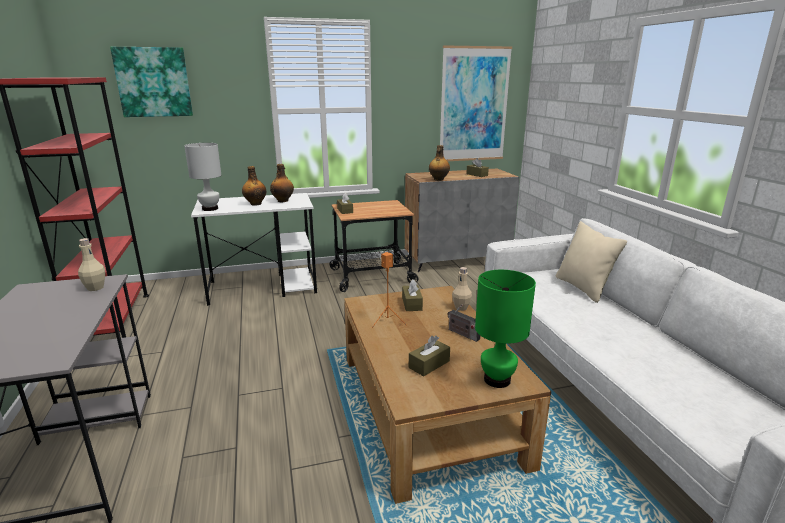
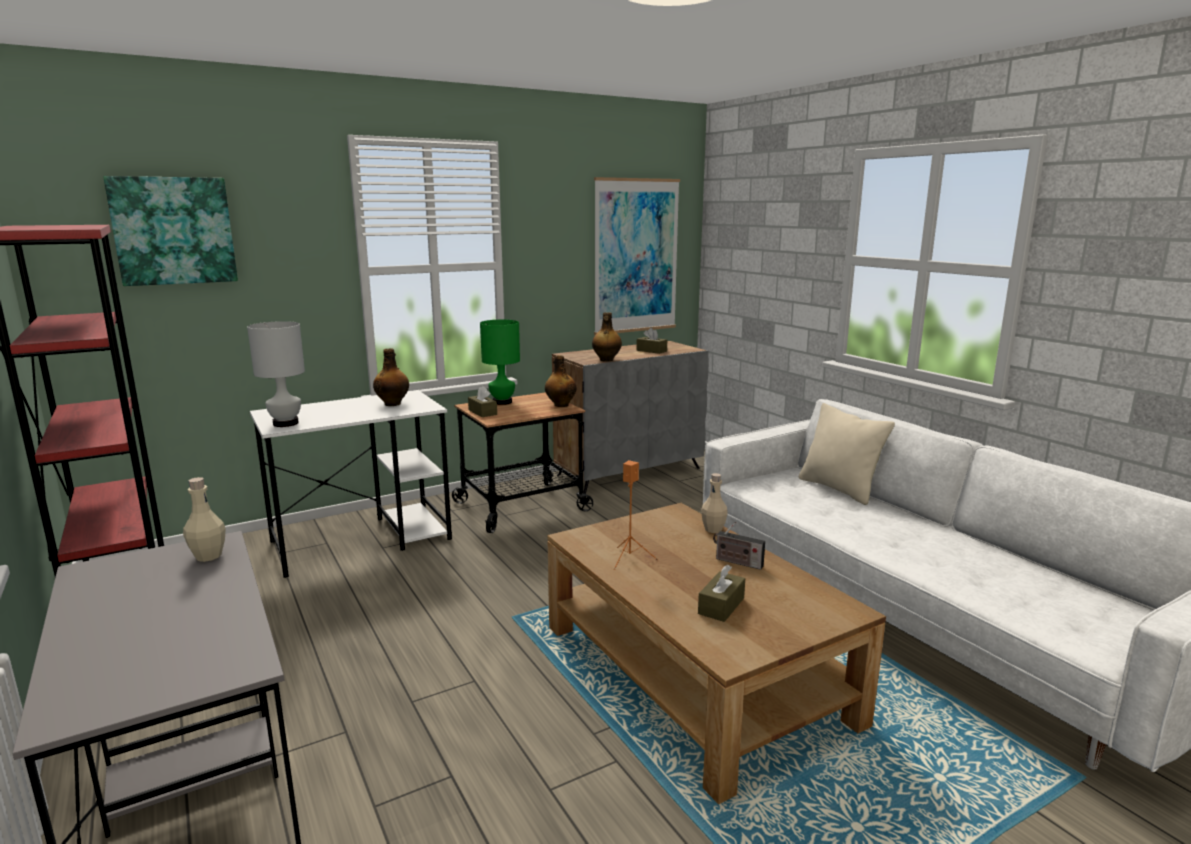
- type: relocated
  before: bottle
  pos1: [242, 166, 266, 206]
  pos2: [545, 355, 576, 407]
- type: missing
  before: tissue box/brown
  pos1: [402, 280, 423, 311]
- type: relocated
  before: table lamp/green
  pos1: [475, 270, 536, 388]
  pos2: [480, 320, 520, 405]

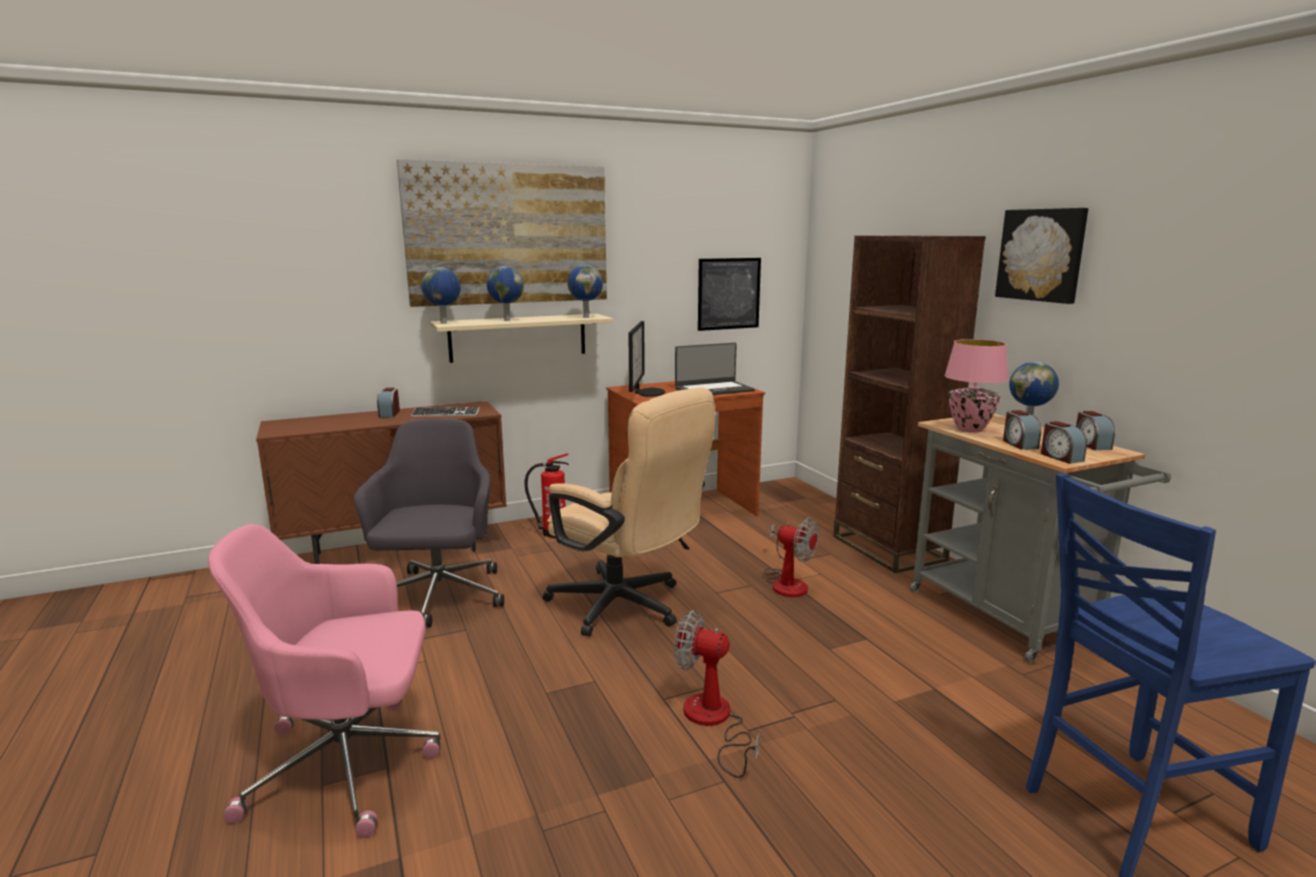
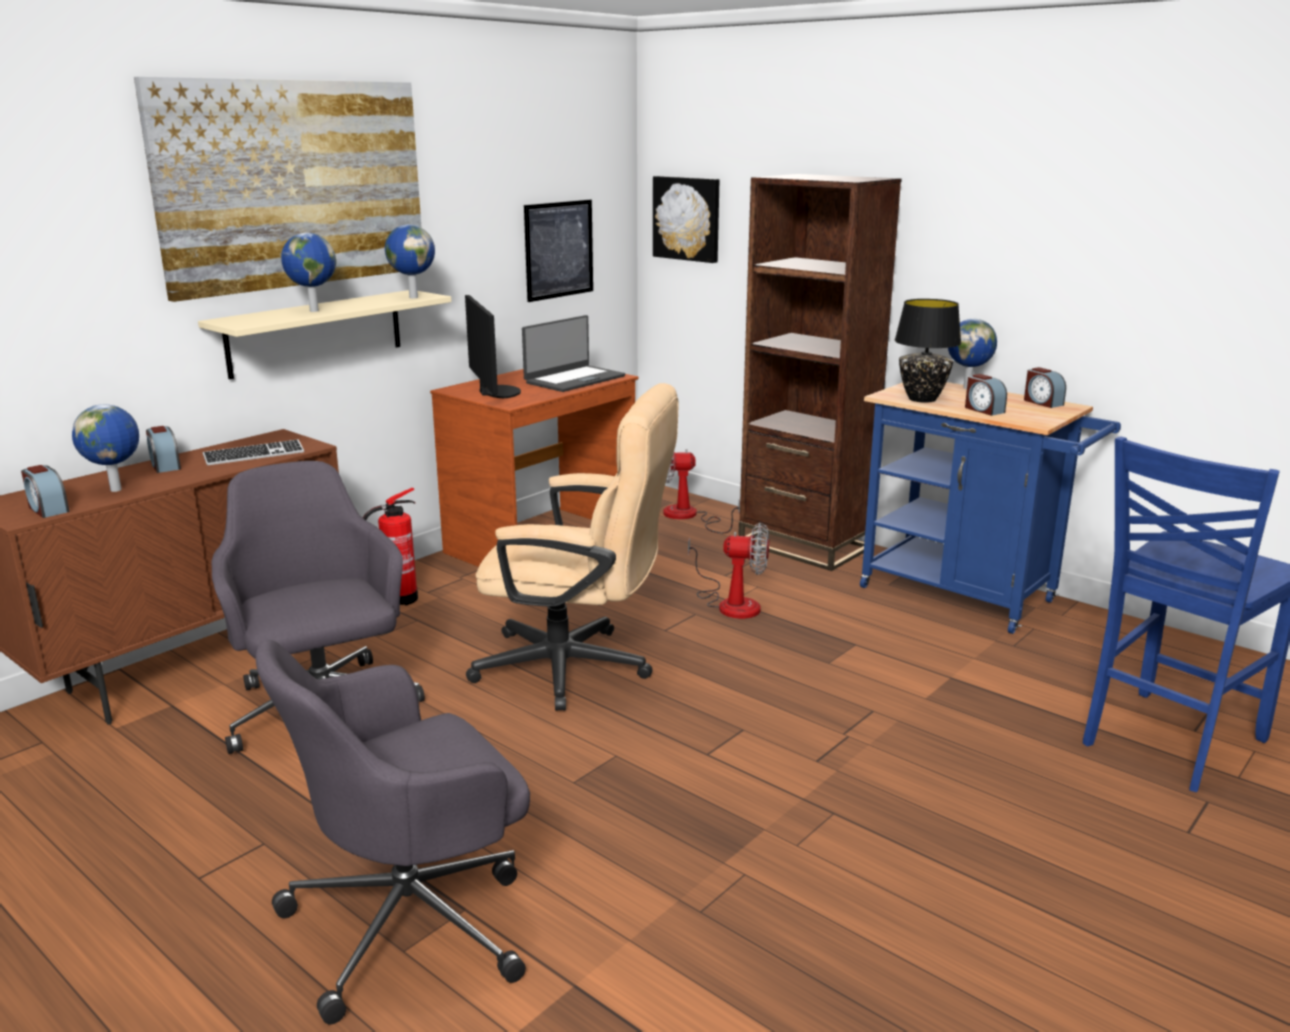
- type: colour
  before: office chair/pink
  after: office chair/grey
  pos1: [208, 524, 441, 838]
  pos2: [256, 640, 530, 1024]
- type: relocated
  before: globe
  pos1: [422, 267, 461, 324]
  pos2: [72, 404, 139, 492]
- type: relocated
  before: fan
  pos1: [674, 610, 759, 778]
  pos2: [663, 449, 740, 533]
- type: colour
  before: cart/grey
  after: cart/blue
  pos1: [910, 414, 1171, 663]
  pos2: [860, 382, 1121, 634]
- type: colour
  before: table lamp/pink
  after: table lamp/black
  pos1: [944, 339, 1009, 433]
  pos2: [894, 299, 962, 403]
- type: relocated
  before: picture
  pos1: [995, 208, 1088, 304]
  pos2: [653, 176, 719, 263]
- type: relocated
  before: alarm clock
  pos1: [1041, 421, 1087, 464]
  pos2: [21, 465, 70, 518]

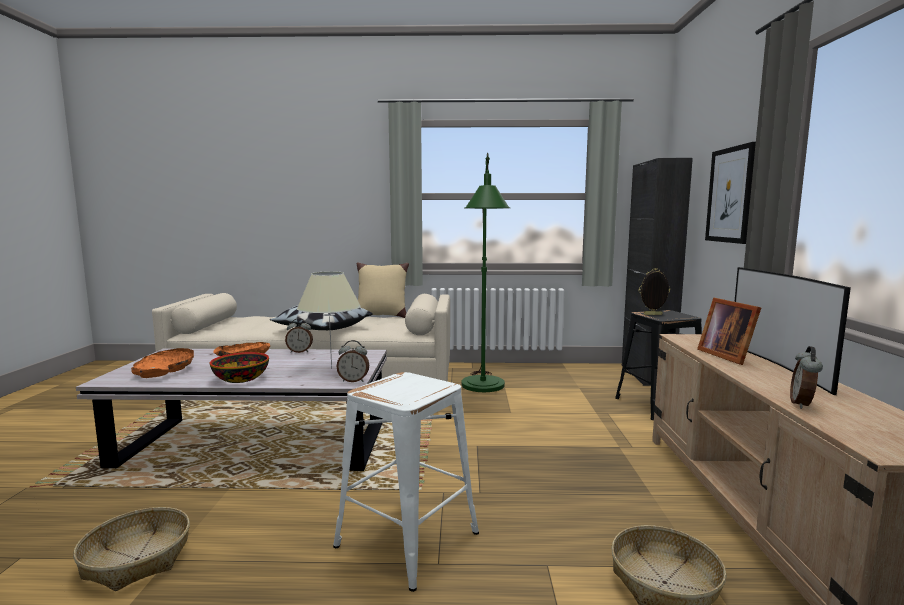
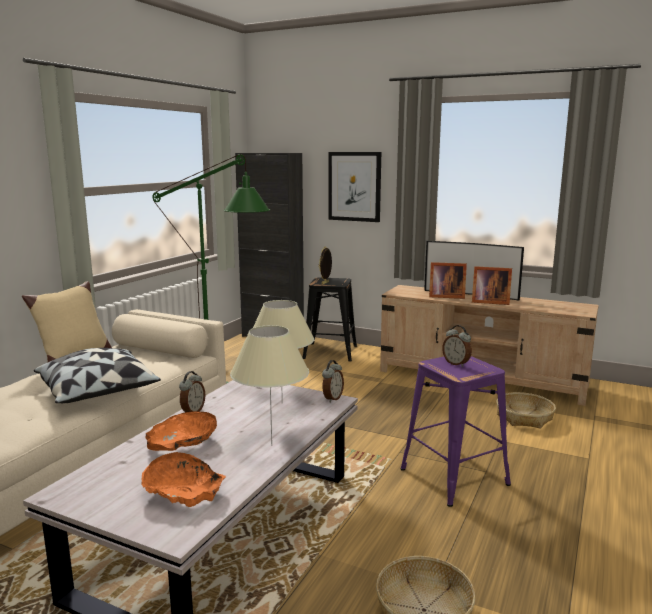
- type: exchanged
  before: bowl
  after: table lamp/beige
  pos1: [210, 352, 269, 383]
  pos2: [230, 325, 309, 446]
- type: colour
  before: stool/white
  after: stool/purple
  pos1: [333, 372, 479, 592]
  pos2: [400, 356, 511, 507]
- type: relocated
  before: alarm clock
  pos1: [790, 346, 823, 409]
  pos2: [442, 325, 472, 367]
- type: appeared
  after: picture frame
  pos2: [472, 266, 512, 305]

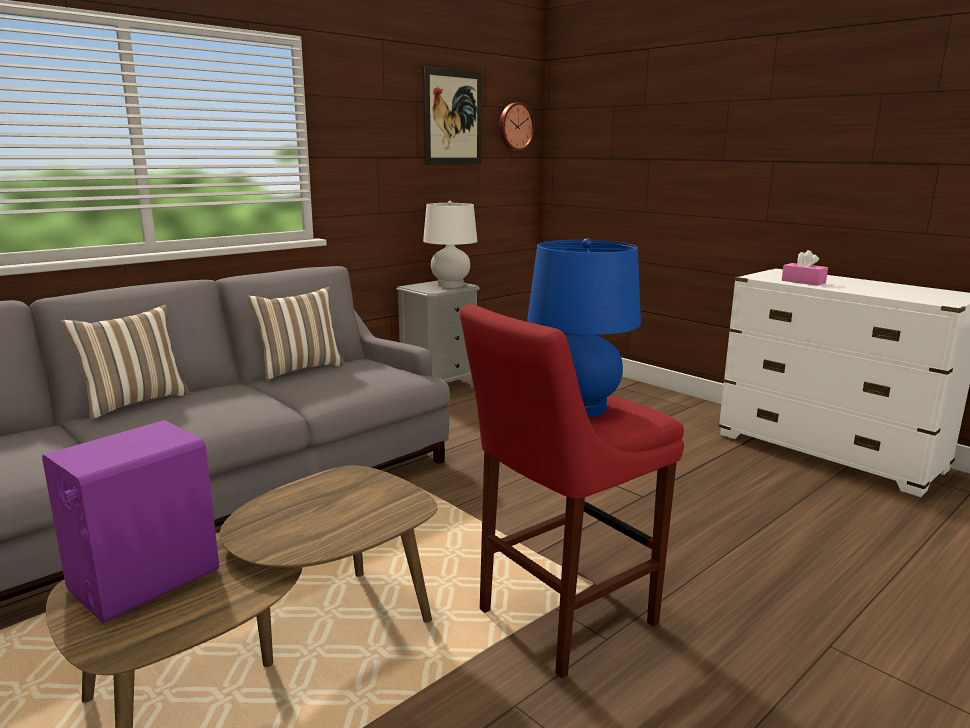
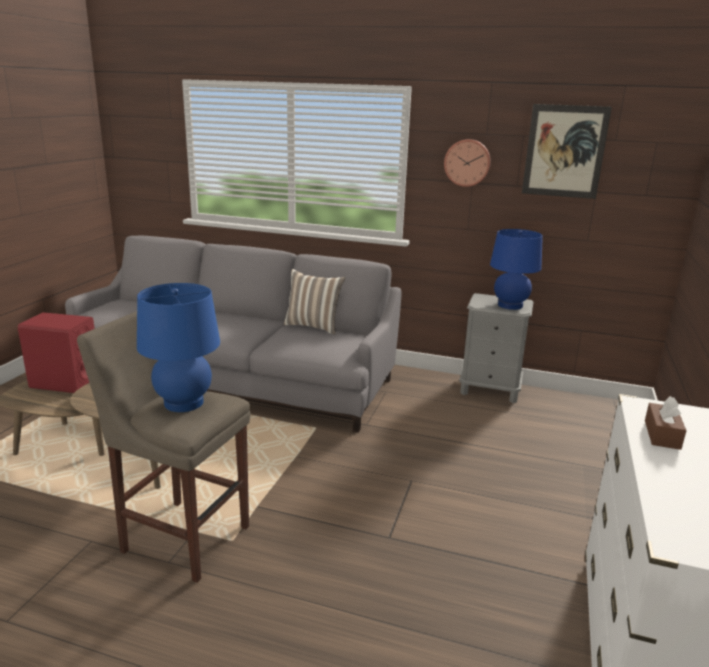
- type: colour
  before: speaker/purple
  after: speaker/red
  pos1: [42, 420, 219, 623]
  pos2: [18, 312, 95, 393]
- type: missing
  before: pillow
  pos1: [61, 305, 190, 419]
- type: colour
  before: table lamp/white
  after: table lamp/blue
  pos1: [423, 201, 477, 288]
  pos2: [490, 229, 543, 310]
- type: colour
  before: stool/red
  after: stool/beige
  pos1: [460, 304, 684, 678]
  pos2: [77, 311, 250, 583]
- type: relocated
  before: wall clock
  pos1: [499, 102, 535, 151]
  pos2: [444, 139, 491, 187]
- type: colour
  before: tissue box/pink
  after: tissue box/brown
  pos1: [782, 250, 828, 286]
  pos2: [645, 396, 687, 450]

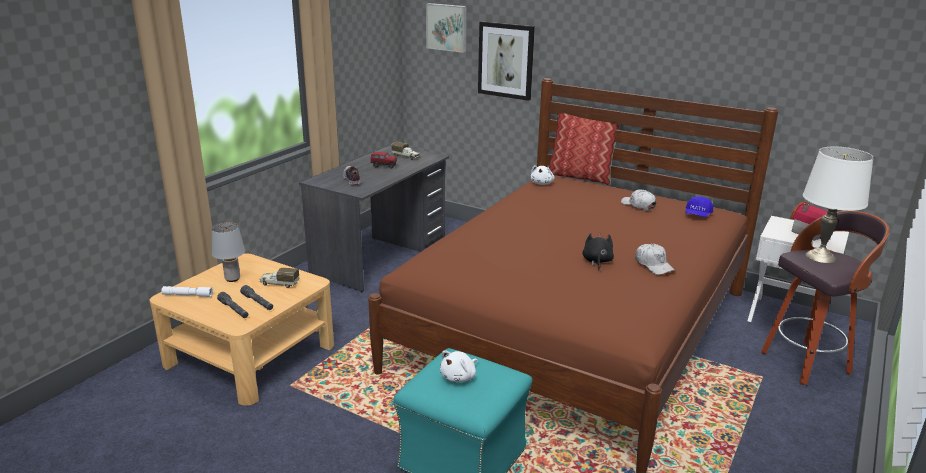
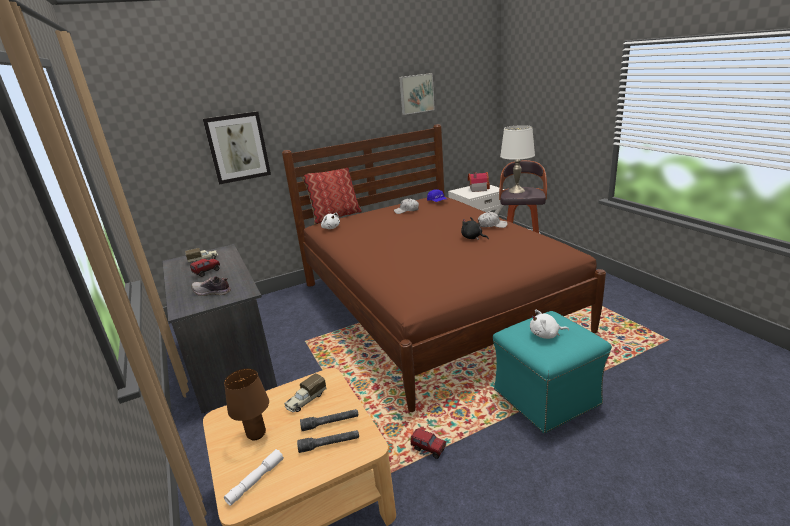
- type: colour
  before: table lamp/grey
  after: table lamp/brown
  pos1: [212, 222, 245, 282]
  pos2: [224, 369, 269, 440]
- type: relocated
  before: picture
  pos1: [426, 3, 467, 53]
  pos2: [399, 73, 435, 115]
- type: spun
  before: plush toy/white
  pos1: [440, 350, 478, 382]
  pos2: [530, 310, 569, 339]
  turn: 105
- type: appeared
  after: toy truck
  pos2: [410, 429, 446, 459]

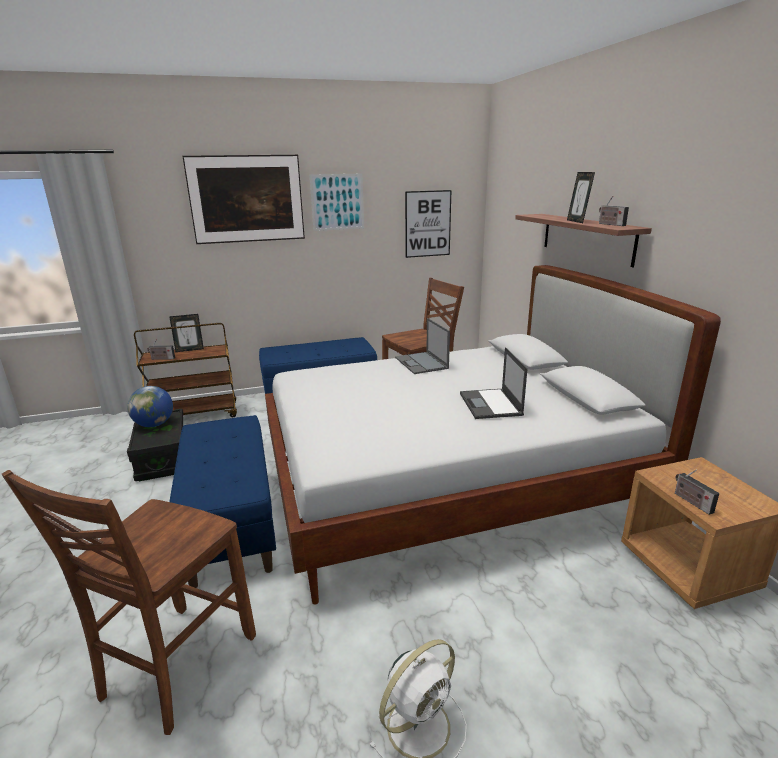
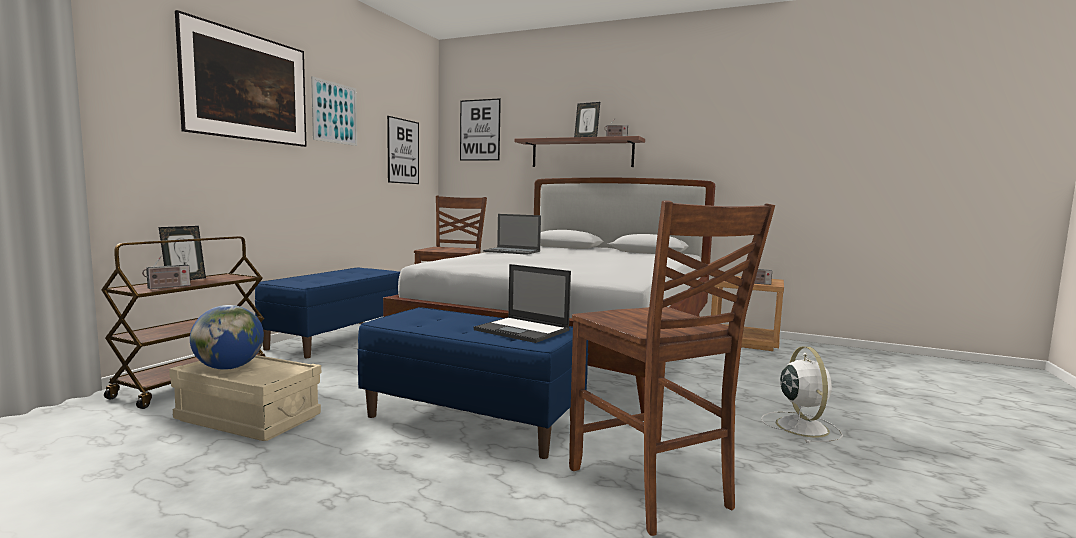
- type: colour
  before: storage box/black
  after: storage box/beige
  pos1: [127, 409, 183, 481]
  pos2: [169, 355, 321, 441]
- type: relocated
  before: laptop
  pos1: [460, 347, 527, 419]
  pos2: [474, 264, 571, 343]
- type: appeared
  after: picture
  pos2: [460, 98, 501, 161]

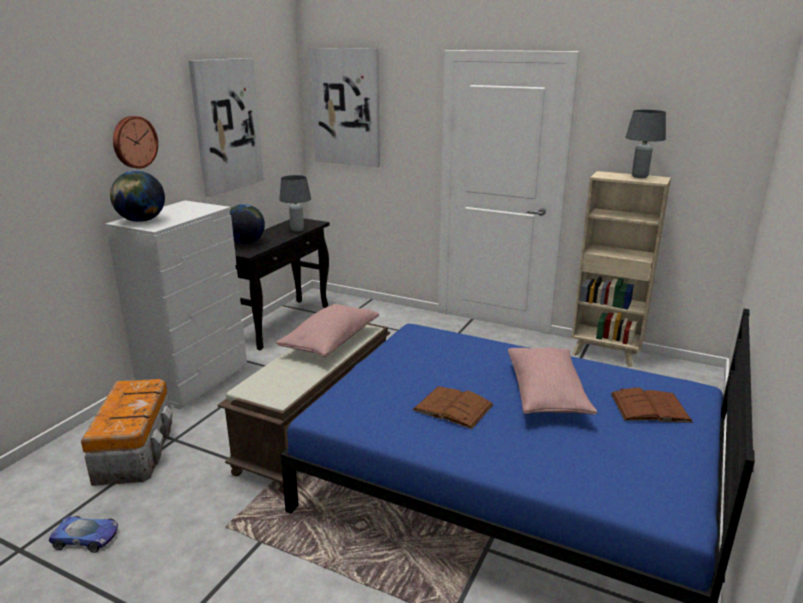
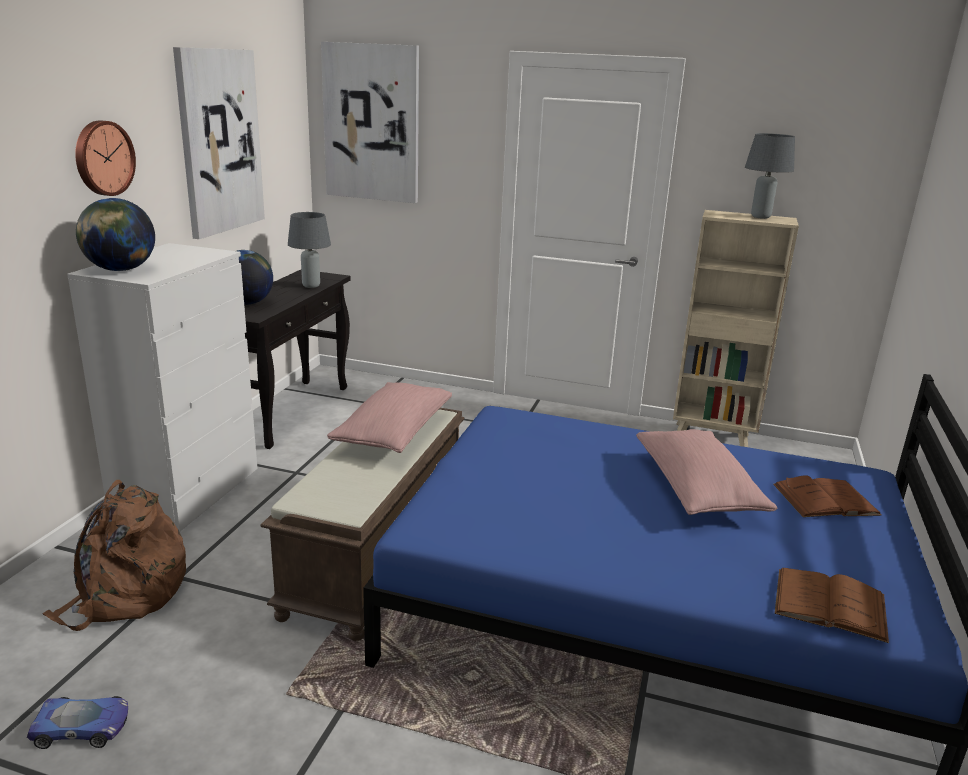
- type: exchanged
  before: storage box
  after: backpack/brown
  pos1: [81, 379, 173, 486]
  pos2: [43, 480, 186, 631]
- type: relocated
  before: book/brown
  pos1: [413, 386, 494, 429]
  pos2: [775, 568, 889, 643]

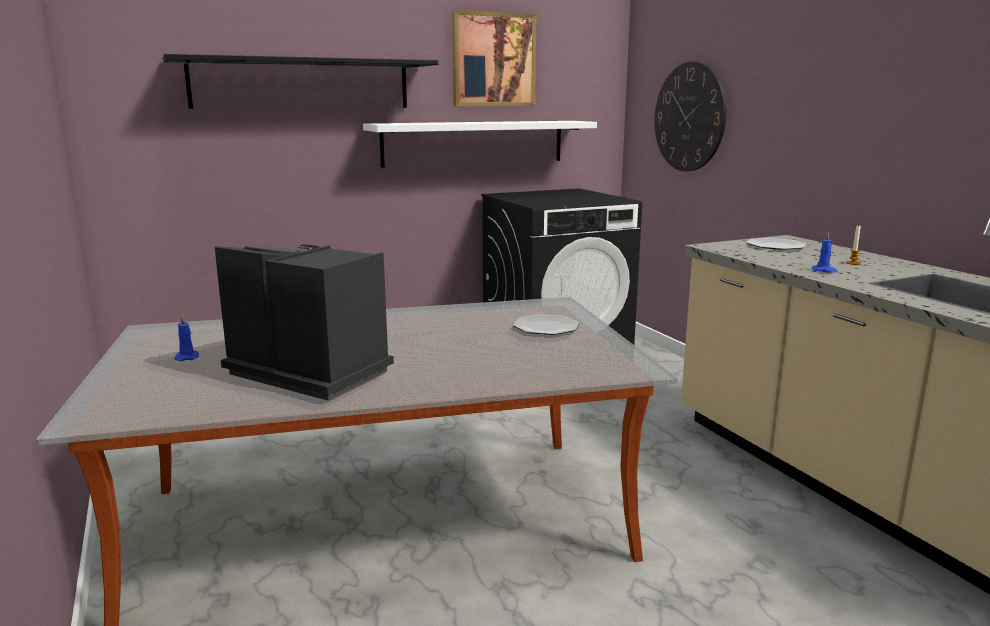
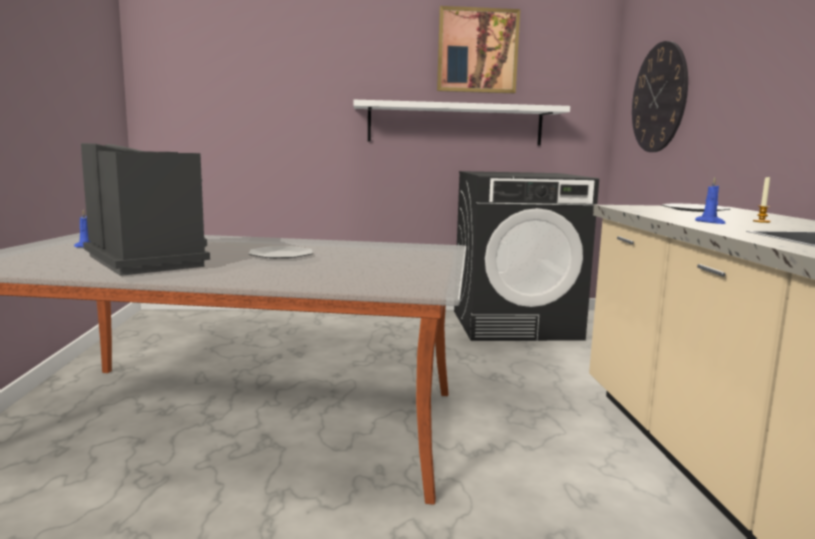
- type: missing
  before: shelf/black
  pos1: [163, 54, 438, 109]
- type: relocated
  before: plate
  pos1: [513, 314, 579, 335]
  pos2: [249, 246, 313, 259]

